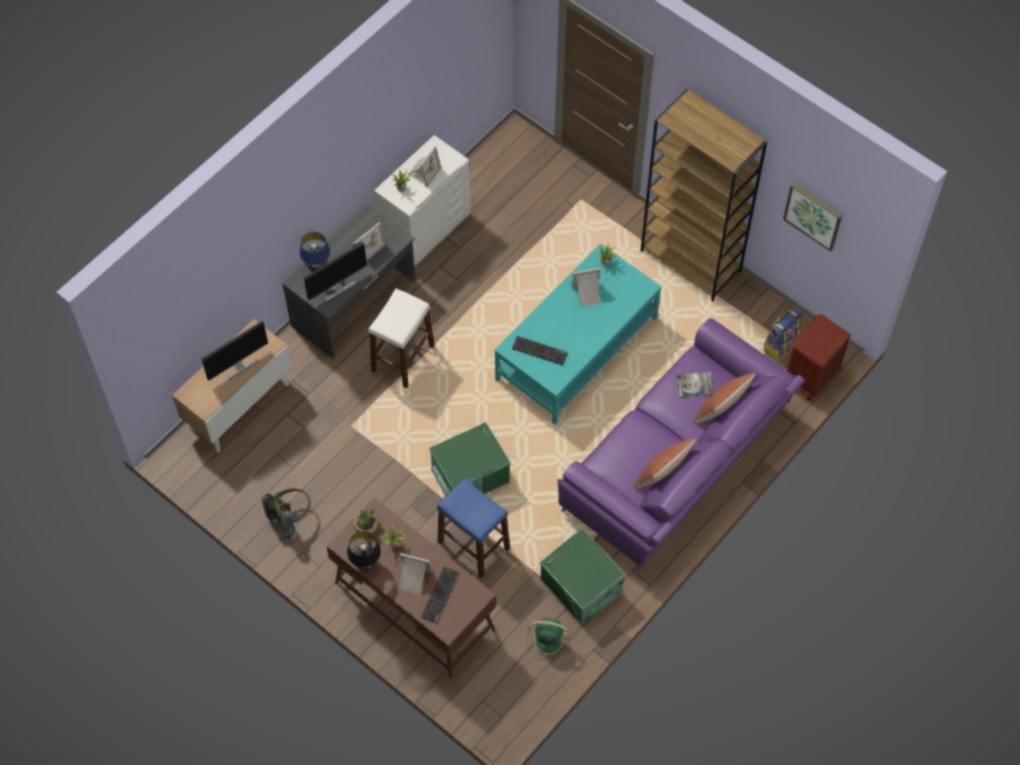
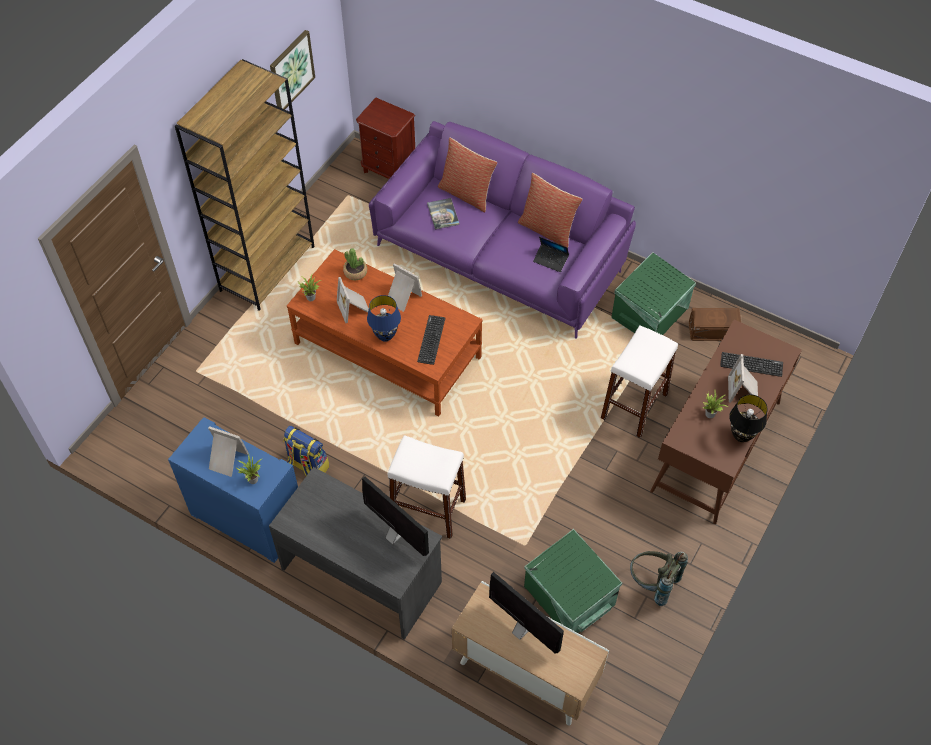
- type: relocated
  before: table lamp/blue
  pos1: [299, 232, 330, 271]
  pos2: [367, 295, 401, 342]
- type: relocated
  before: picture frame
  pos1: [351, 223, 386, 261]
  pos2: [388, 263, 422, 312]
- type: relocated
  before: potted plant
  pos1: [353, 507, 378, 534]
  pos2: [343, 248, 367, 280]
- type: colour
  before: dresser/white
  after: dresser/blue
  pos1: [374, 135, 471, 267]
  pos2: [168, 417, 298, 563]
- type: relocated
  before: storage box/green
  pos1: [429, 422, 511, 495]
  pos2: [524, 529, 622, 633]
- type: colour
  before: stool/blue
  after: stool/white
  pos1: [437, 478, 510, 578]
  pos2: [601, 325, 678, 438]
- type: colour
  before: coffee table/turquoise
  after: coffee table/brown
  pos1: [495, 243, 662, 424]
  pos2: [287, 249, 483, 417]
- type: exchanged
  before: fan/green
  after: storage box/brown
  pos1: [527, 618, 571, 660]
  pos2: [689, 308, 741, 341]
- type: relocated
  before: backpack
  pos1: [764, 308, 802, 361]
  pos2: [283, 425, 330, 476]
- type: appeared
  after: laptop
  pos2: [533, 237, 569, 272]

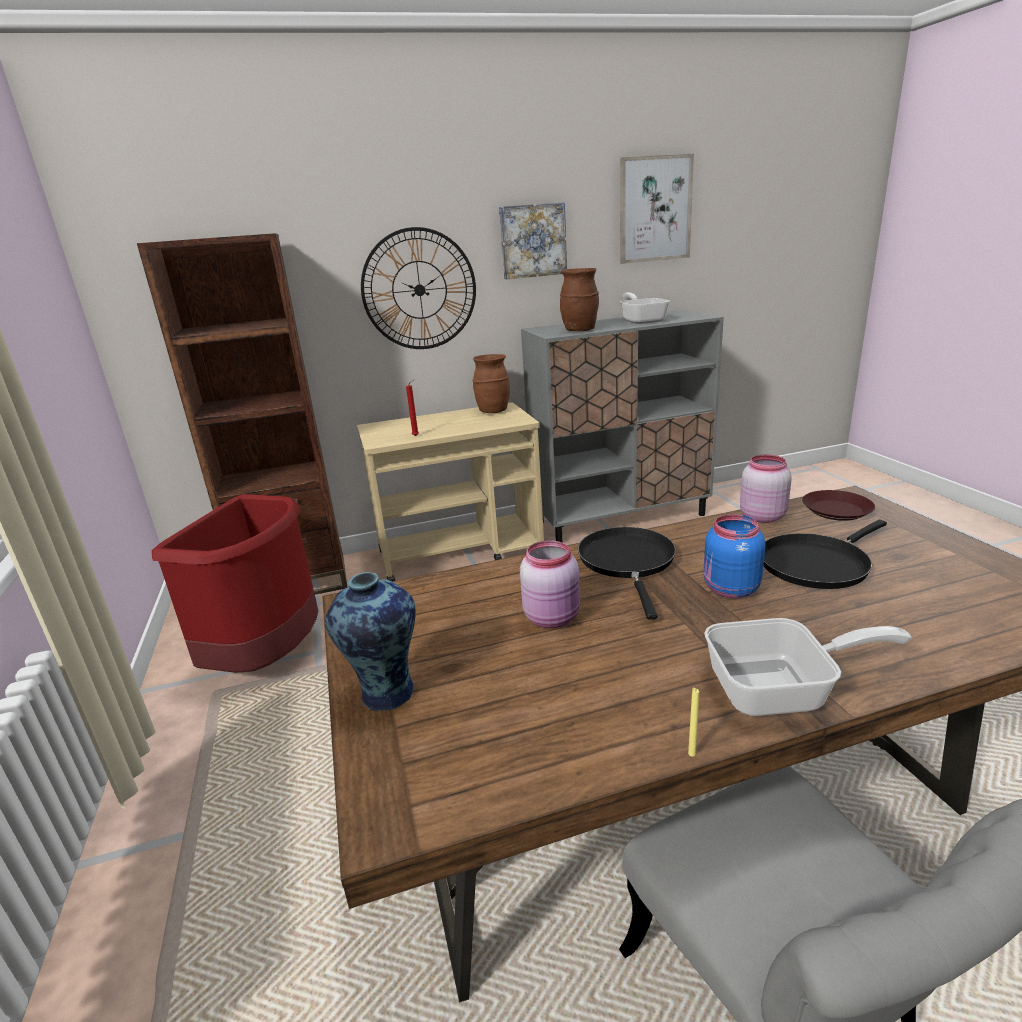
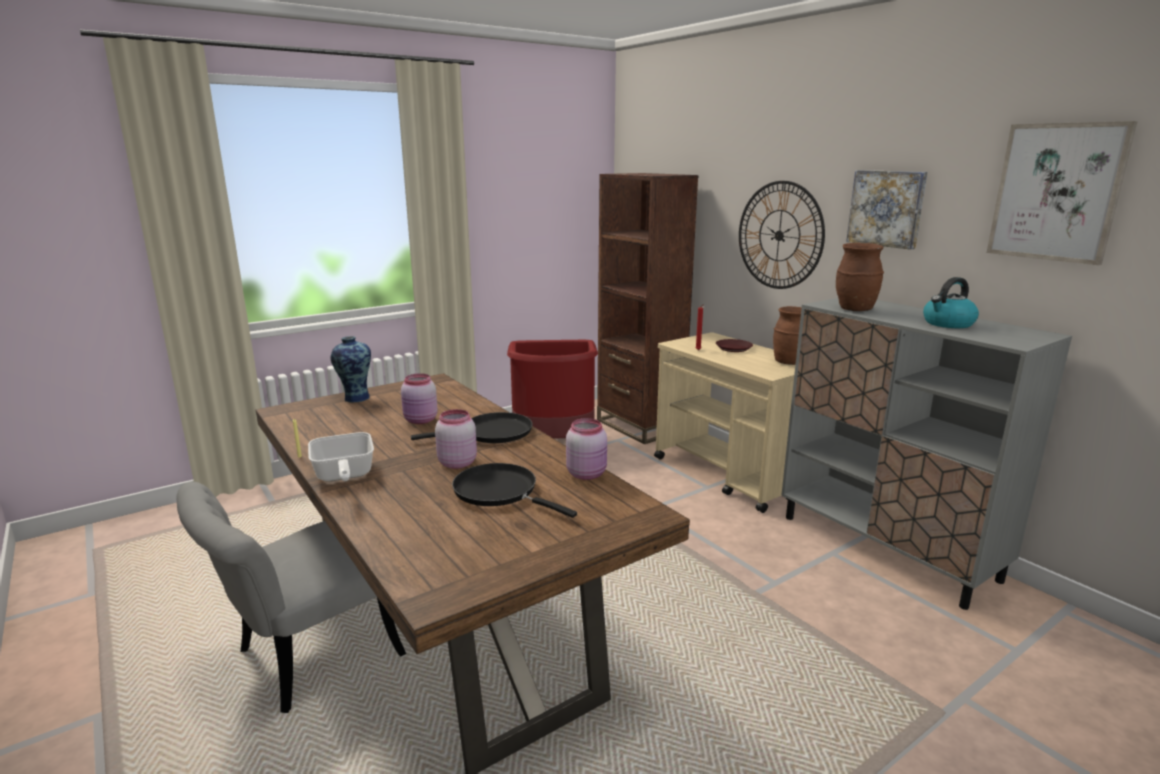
- type: exchanged
  before: frying pan
  after: kettle
  pos1: [620, 292, 670, 324]
  pos2: [923, 277, 979, 328]
- type: colour
  before: jar/blue
  after: jar/pink
  pos1: [703, 514, 766, 598]
  pos2: [435, 409, 477, 469]
- type: relocated
  before: plate/brown
  pos1: [802, 490, 875, 521]
  pos2: [716, 339, 753, 352]

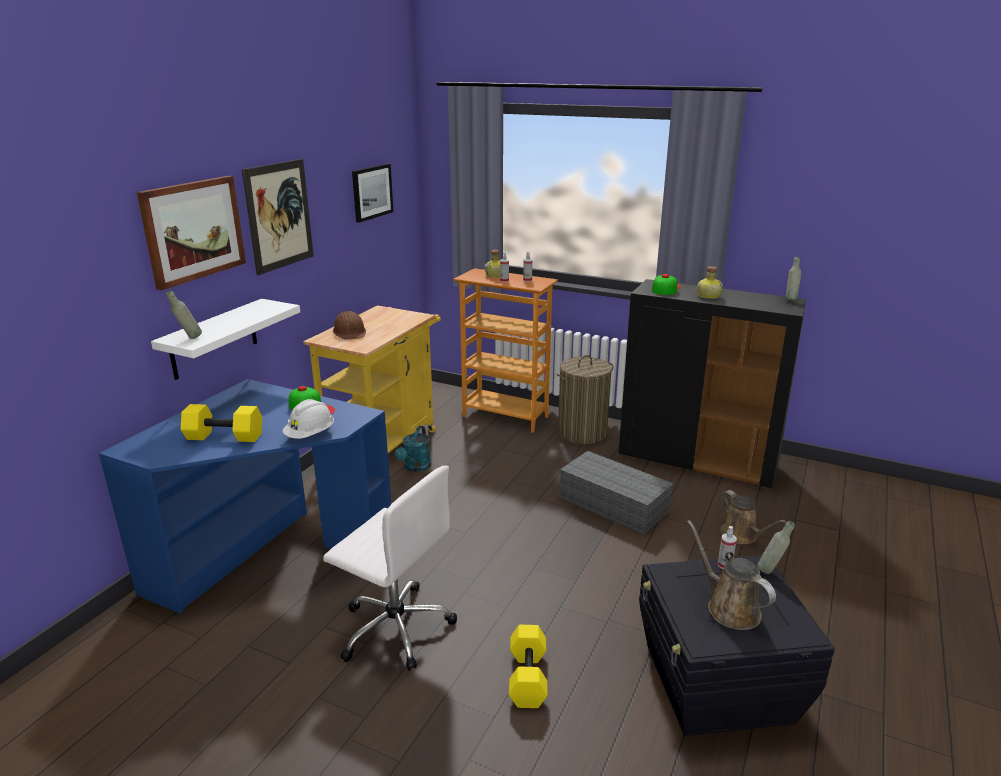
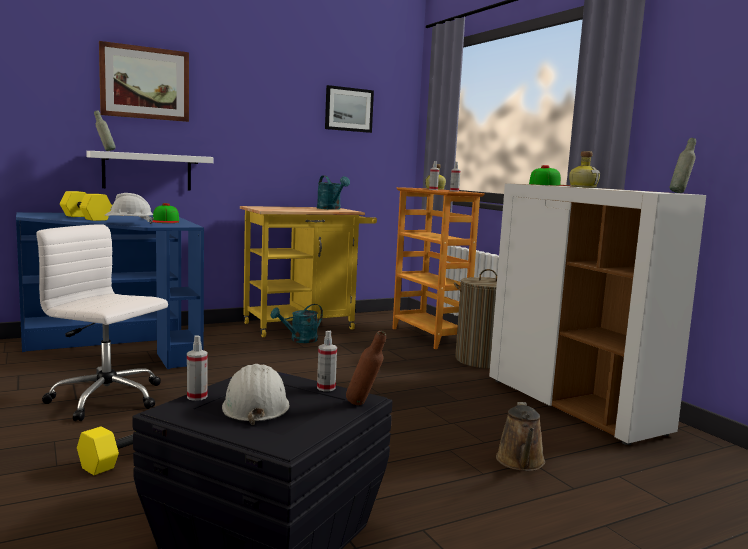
- type: missing
  before: picture
  pos1: [242, 159, 314, 275]
- type: spun
  before: office chair/white
  pos1: [323, 466, 457, 671]
  pos2: [36, 224, 168, 421]
  turn: 135
- type: missing
  before: hard hat/brown
  pos1: [333, 311, 366, 340]
- type: missing
  before: storage box/grey
  pos1: [560, 451, 674, 534]
- type: colour
  before: cabinet/black
  after: cabinet/white
  pos1: [619, 279, 806, 488]
  pos2: [489, 183, 706, 445]
- type: exchanged
  before: watering can/brown
  after: hard hat/white
  pos1: [687, 520, 776, 630]
  pos2: [222, 364, 290, 425]
- type: colour
  before: bottle/grey
  after: bottle/brown
  pos1: [757, 521, 795, 574]
  pos2: [346, 331, 386, 405]
- type: appeared
  after: spray bottle
  pos2: [187, 335, 208, 401]
- type: appeared
  after: watering can/turquoise
  pos2: [317, 175, 350, 210]

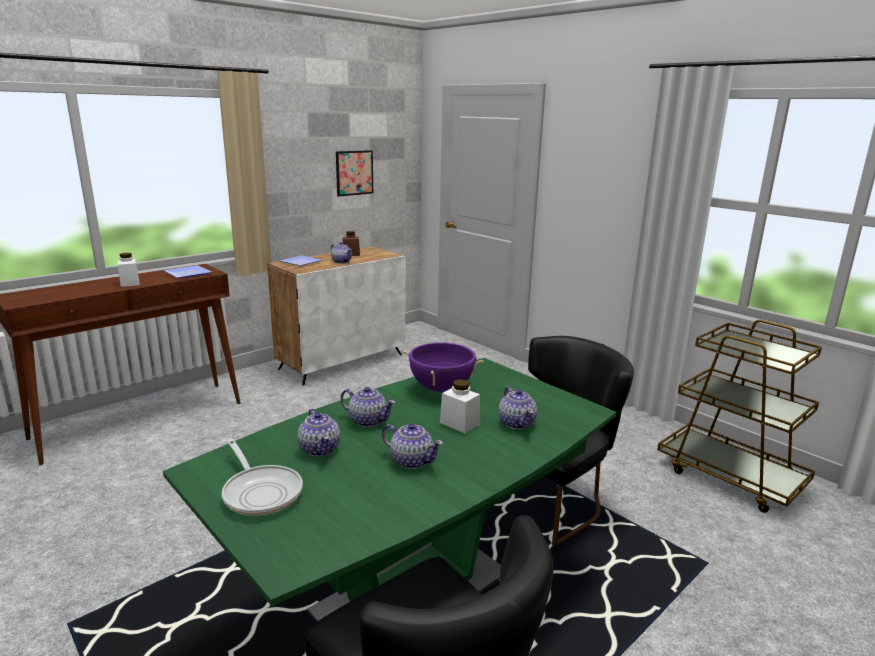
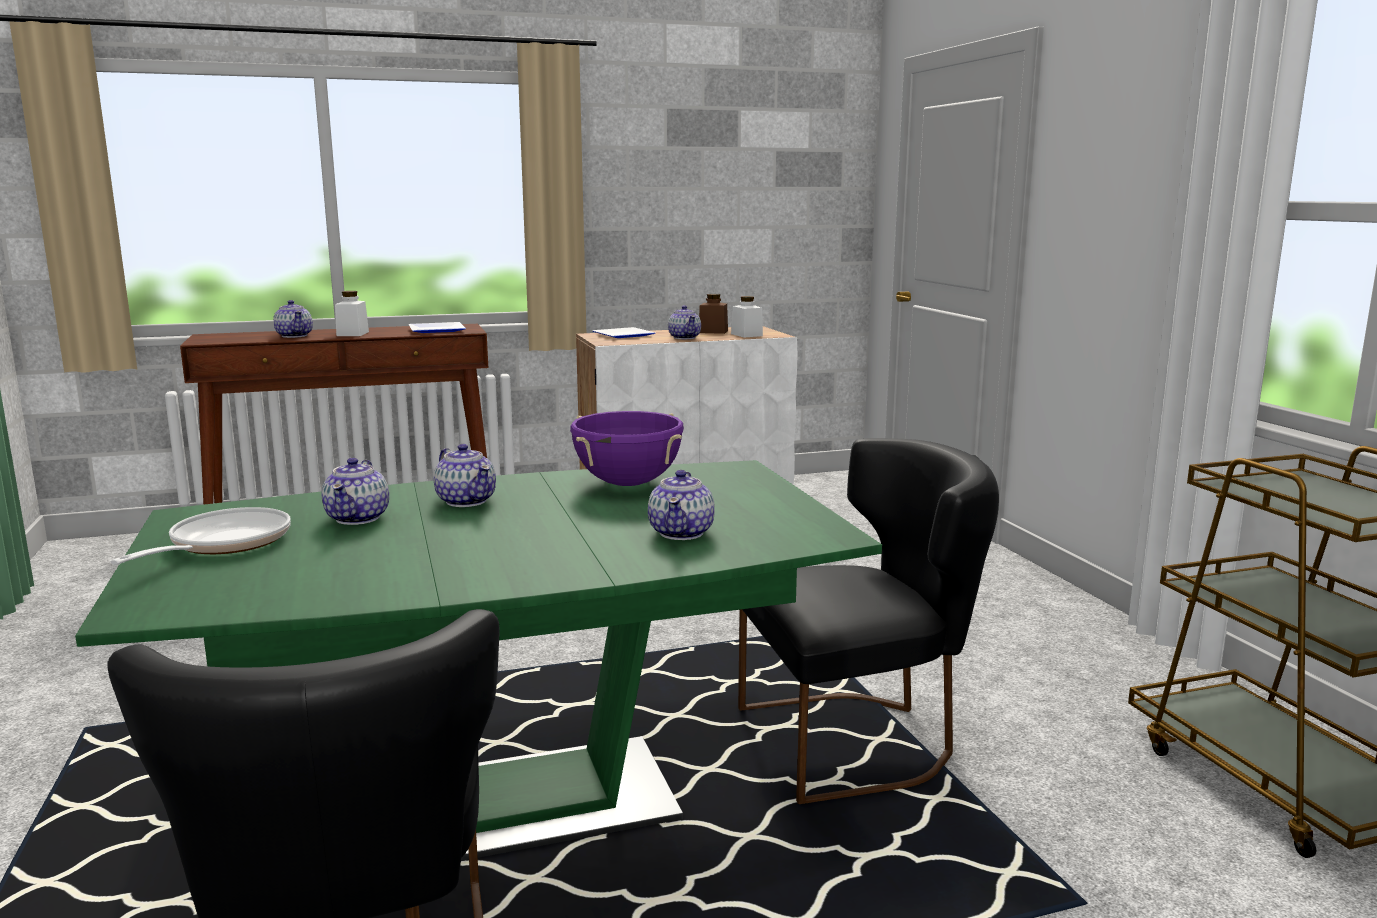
- type: spun
  before: frying pan
  pos1: [222, 438, 303, 516]
  pos2: [110, 507, 291, 565]
  turn: -150
- type: missing
  before: picture
  pos1: [336, 150, 373, 197]
- type: relocated
  before: teapot
  pos1: [382, 423, 443, 469]
  pos2: [273, 300, 313, 338]
- type: relocated
  before: jar/white
  pos1: [440, 379, 480, 433]
  pos2: [731, 296, 763, 337]

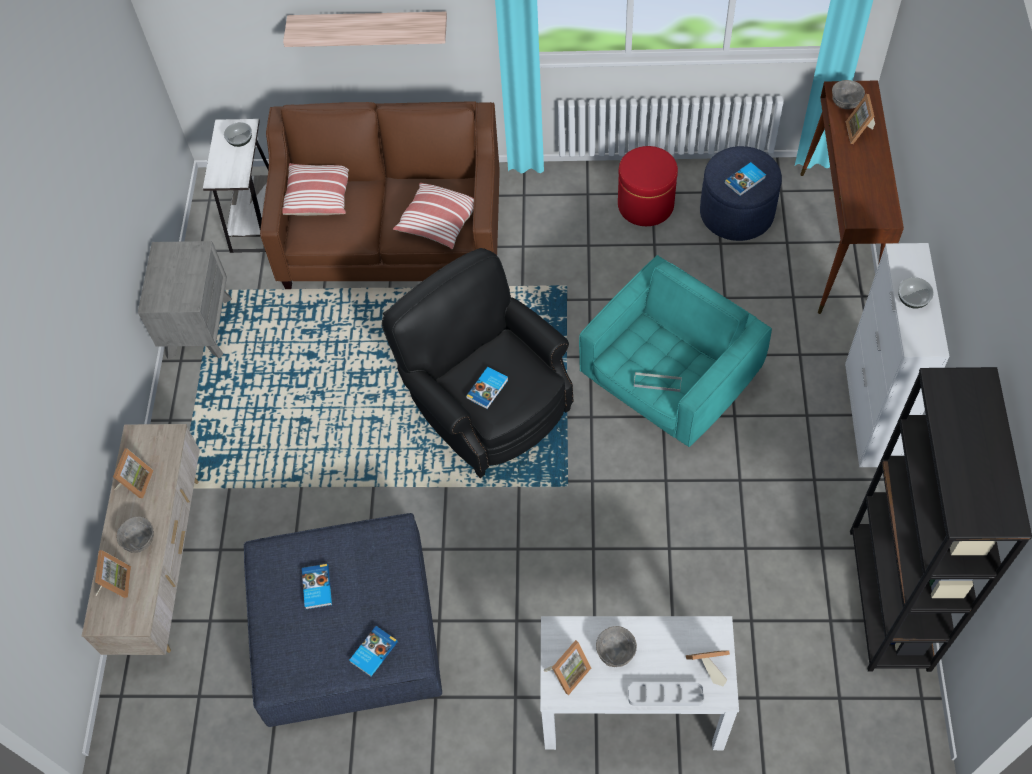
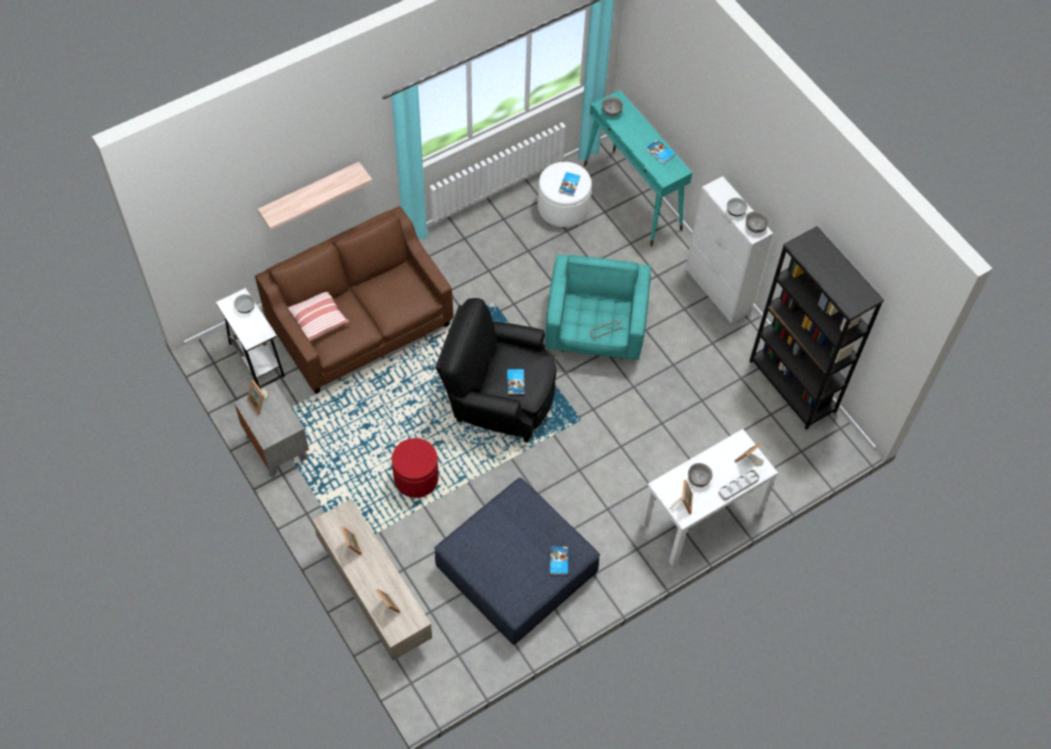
- type: relocated
  before: bowl/grey
  pos1: [116, 516, 154, 553]
  pos2: [746, 211, 769, 233]
- type: relocated
  before: book
  pos1: [302, 564, 332, 609]
  pos2: [646, 139, 675, 164]
- type: missing
  before: pillow
  pos1: [393, 183, 474, 249]
- type: relocated
  before: ottoman/red
  pos1: [618, 146, 678, 226]
  pos2: [392, 438, 439, 498]
- type: colour
  before: ottoman/blue
  after: ottoman/white
  pos1: [700, 146, 782, 241]
  pos2: [538, 162, 592, 227]
- type: colour
  before: console table/brown
  after: console table/turquoise
  pos1: [800, 80, 904, 314]
  pos2: [584, 90, 692, 246]
- type: relocated
  before: picture frame
  pos1: [846, 94, 875, 144]
  pos2: [247, 380, 267, 415]

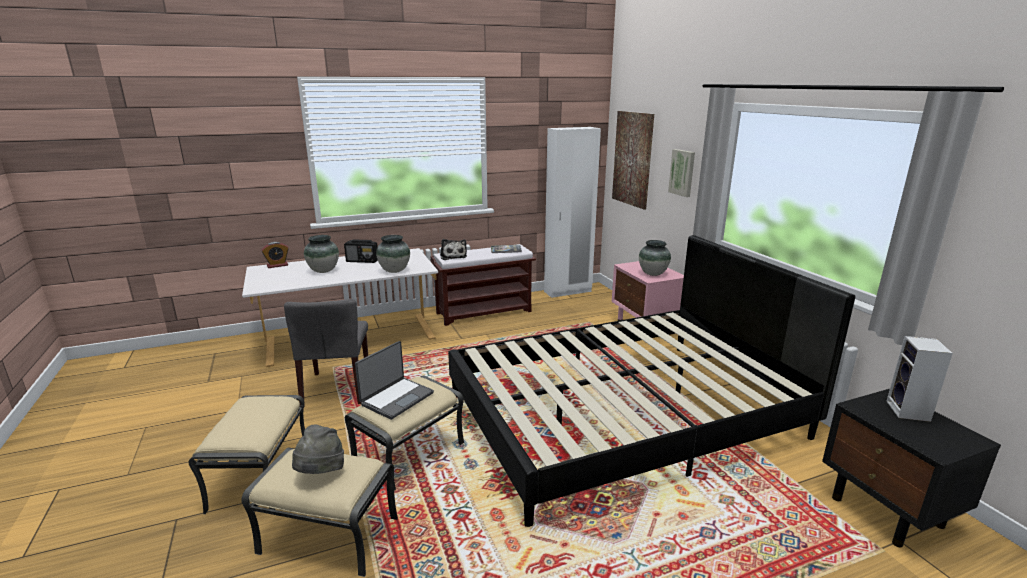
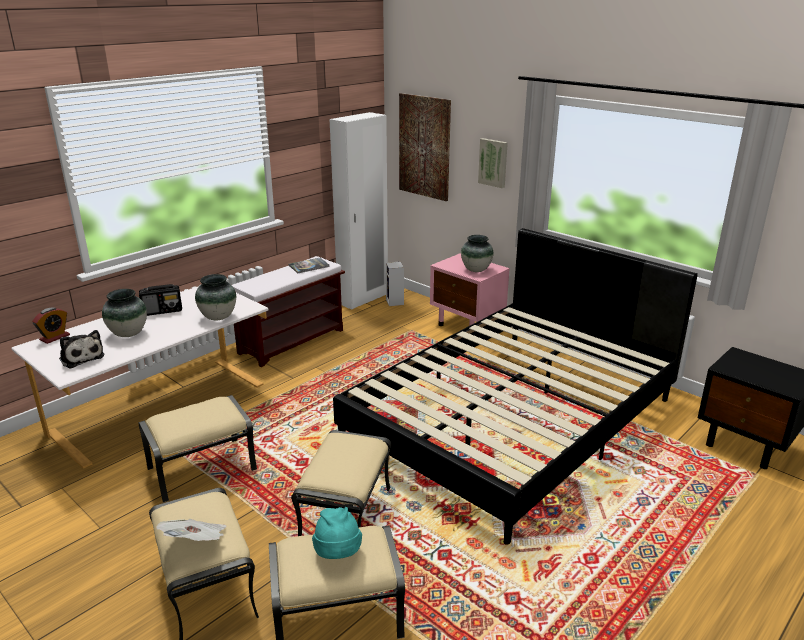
- type: exchanged
  before: chair/grey
  after: ottoman/beige
  pos1: [284, 299, 368, 406]
  pos2: [138, 395, 257, 503]
- type: colour
  before: hat/grey
  after: hat/turquoise
  pos1: [292, 425, 344, 474]
  pos2: [312, 507, 362, 559]
- type: missing
  before: laptop
  pos1: [355, 341, 434, 420]
- type: relocated
  before: plush toy
  pos1: [440, 239, 467, 260]
  pos2: [59, 330, 104, 368]
- type: relocated
  before: speaker
  pos1: [886, 336, 953, 422]
  pos2: [386, 261, 404, 306]
- type: appeared
  after: newspaper
  pos2: [156, 519, 226, 541]

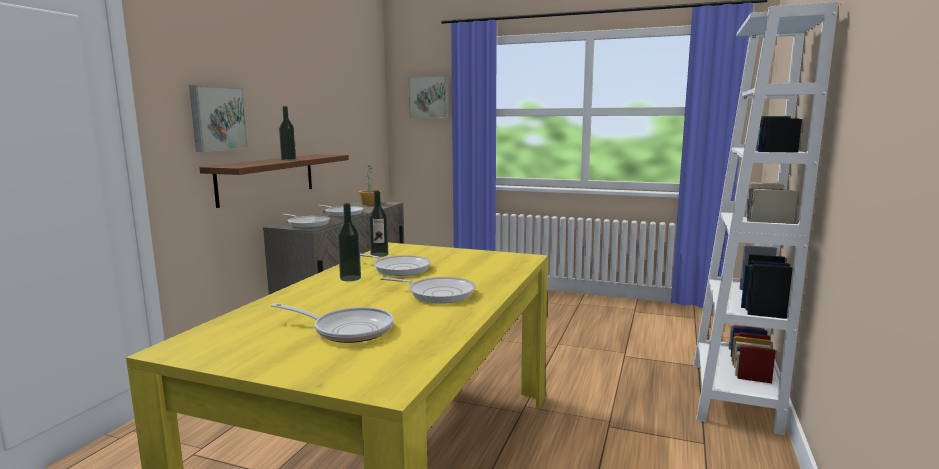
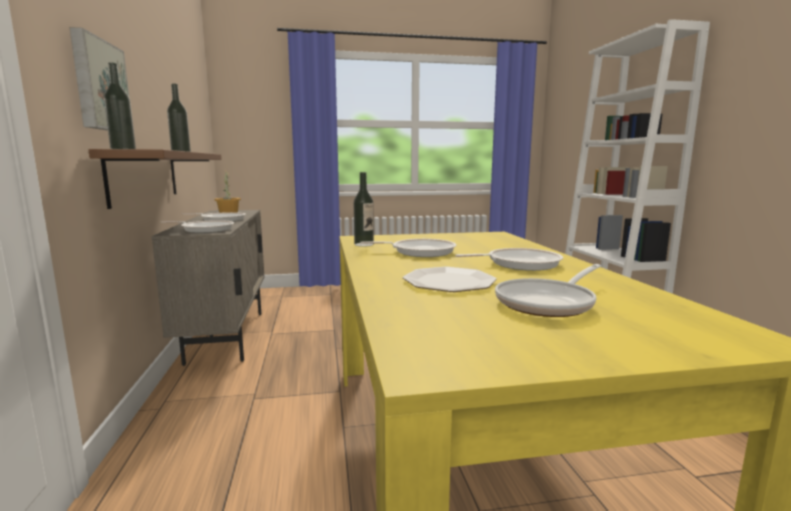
- type: spun
  before: frying pan
  pos1: [271, 303, 394, 343]
  pos2: [495, 264, 601, 317]
  turn: 150
- type: relocated
  before: bottle
  pos1: [338, 203, 361, 281]
  pos2: [104, 62, 136, 149]
- type: missing
  before: picture
  pos1: [408, 75, 448, 118]
- type: appeared
  after: plate
  pos2: [403, 267, 497, 292]

